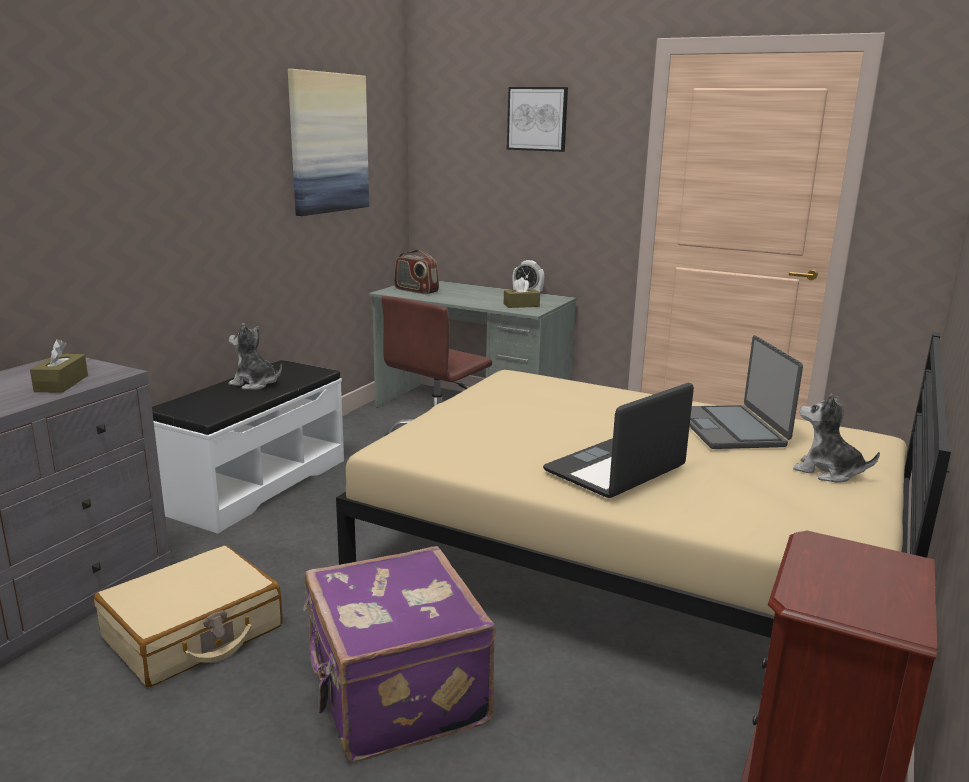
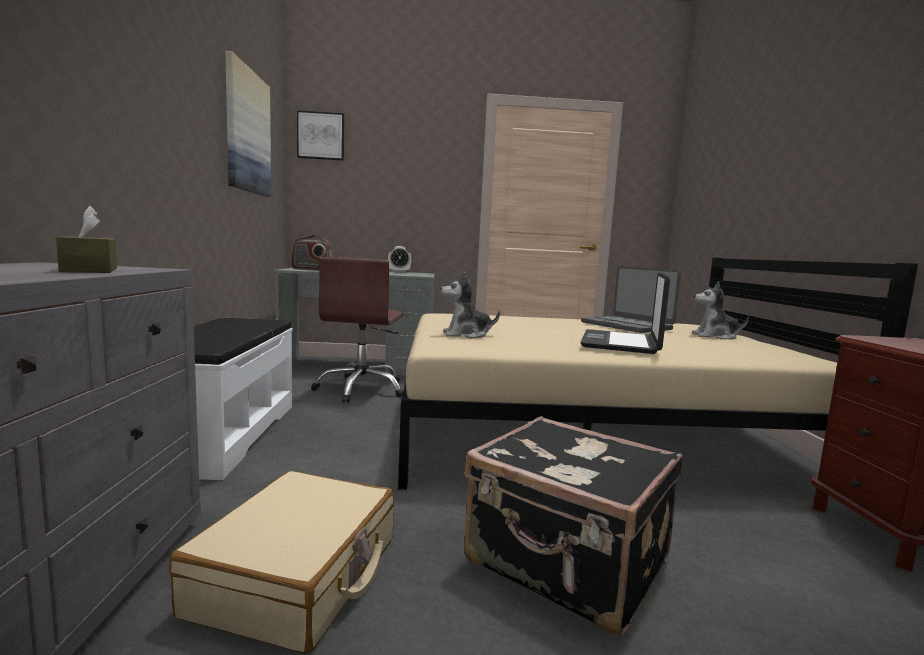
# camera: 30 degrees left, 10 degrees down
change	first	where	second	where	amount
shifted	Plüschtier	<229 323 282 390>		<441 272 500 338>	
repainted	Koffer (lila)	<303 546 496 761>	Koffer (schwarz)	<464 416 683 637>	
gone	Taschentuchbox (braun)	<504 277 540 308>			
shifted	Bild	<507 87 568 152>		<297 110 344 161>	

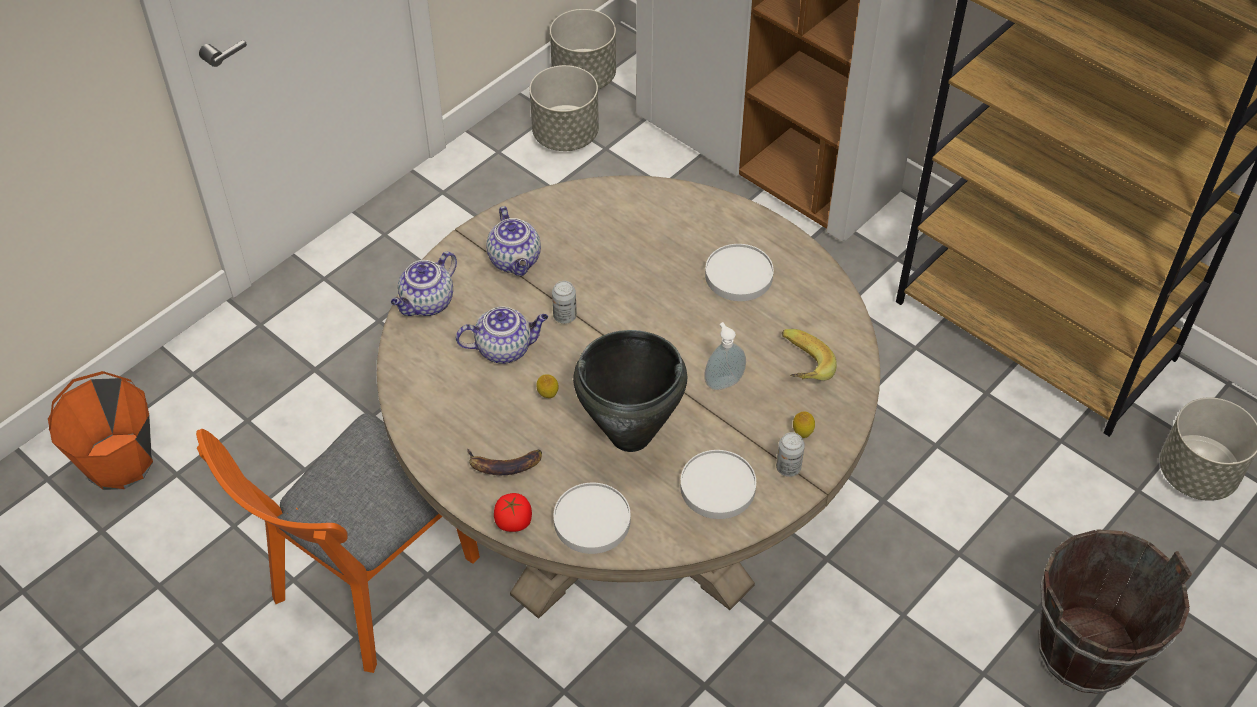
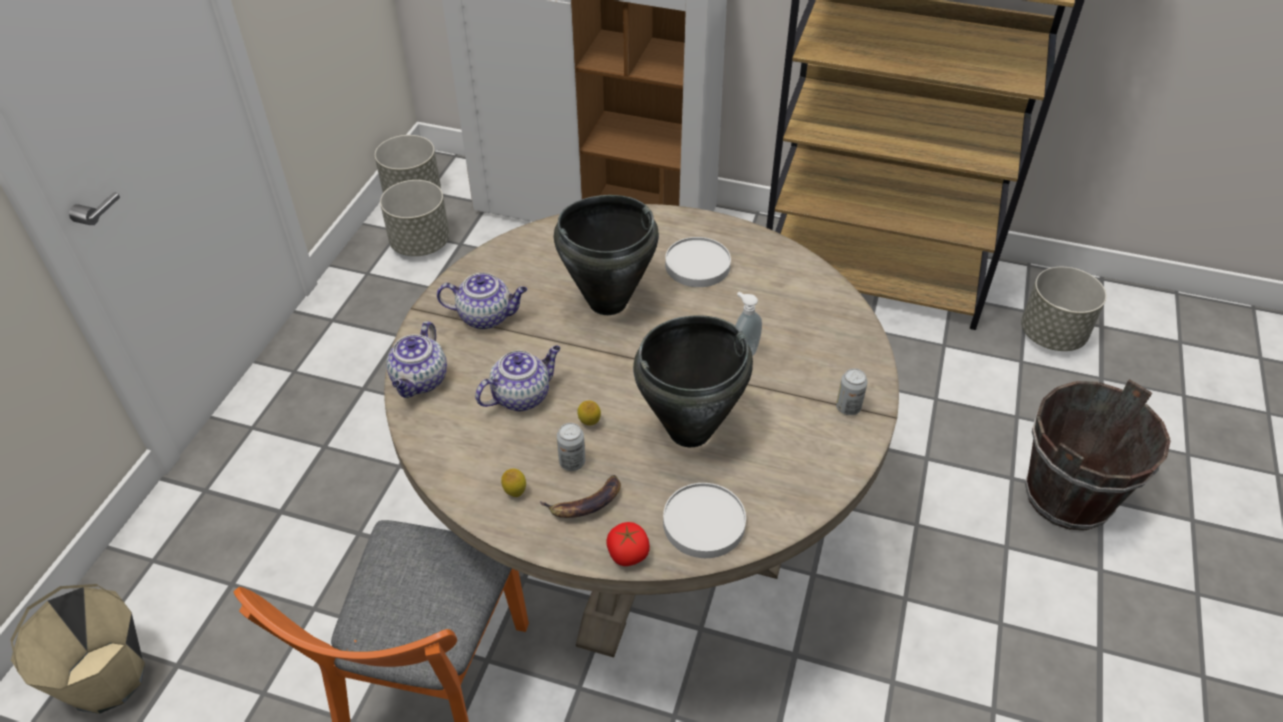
# camera: 25 degrees left, 5 degrees down
change	first	where	second	where	amount
repainted	Eimer (orange)	<48 371 153 490>	Eimer (beige)	<10 584 145 714>	
rotated	Teekanne	<486 206 541 276>		<437 273 527 329>	45 degrees counterclockwise
shifted	Dose	<552 281 577 324>		<557 423 585 471>	
gone	Teller (weiß)	<680 450 756 519>			
gone	Banane	<782 329 837 381>			
shifted	Zitrone	<793 412 815 438>		<501 468 526 497>	
new			Kochtopf (schwarz)	<554 195 659 315>	

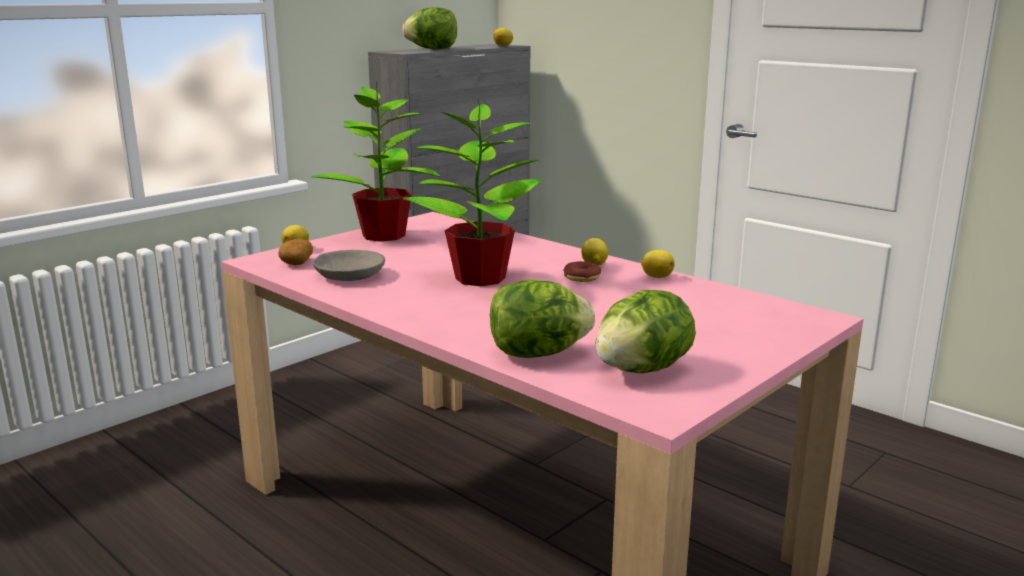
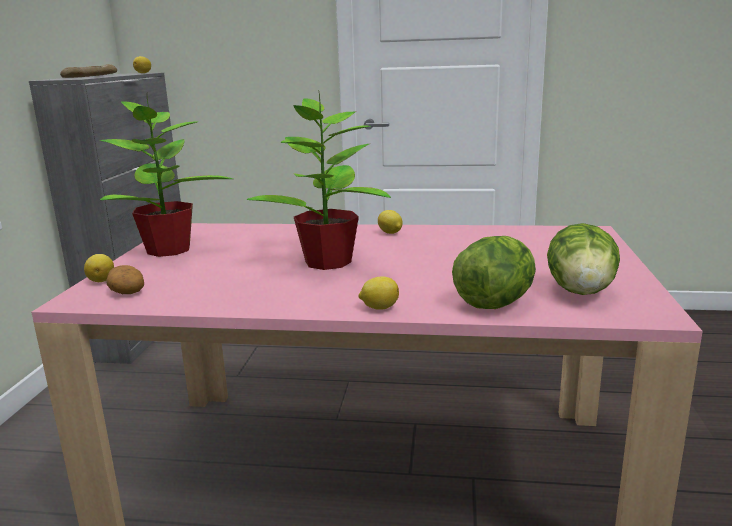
# camera: 35 degrees left, 0 degrees up
change	first	where	second	where	amount
gone	Schüssel (grau)	<313 250 385 281>			
swapped	Salatkopf	<402 7 457 49>	Brot	<60 64 117 78>	
gone	Donut	<563 261 601 282>			
shifted	Zitrone	<641 250 675 278>		<358 276 399 309>	

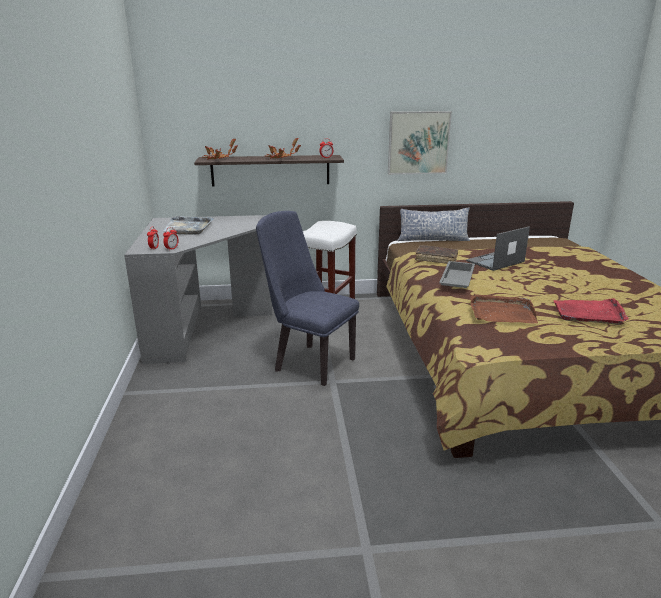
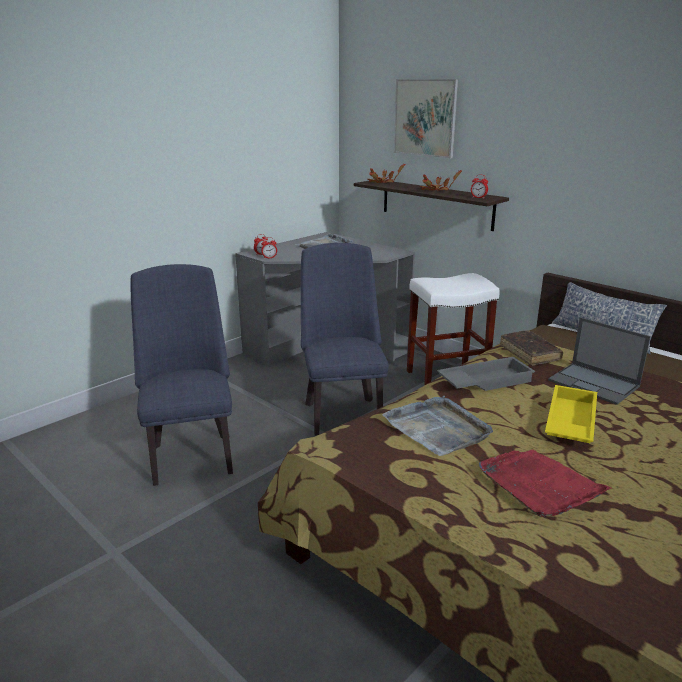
# camera: 50 degrees right, 0 degrees up
change	first	where	second	where	amount
shifted	Bild	<388 111 452 175>		<394 79 458 158>	
rotated	Laptop	<466 227 530 271>		<548 317 651 405>	150 degrees counterclockwise
repainted	Tablett (braun)	<471 294 538 324>	Tablett (grau)	<382 396 493 456>	
new			Stuhl (blau)	<130 264 233 486>	
new			Tablett (gelb)	<545 385 597 443>	

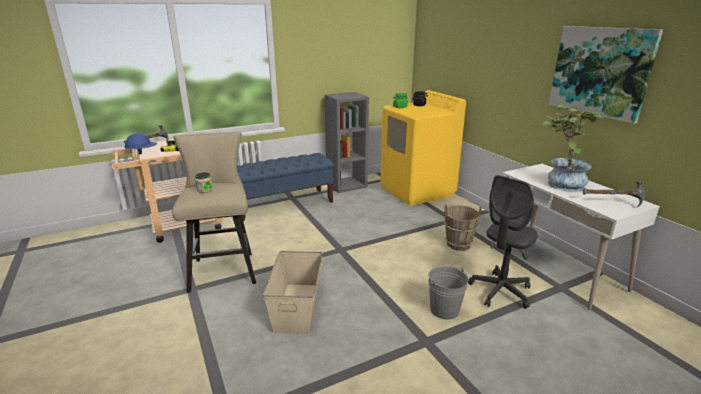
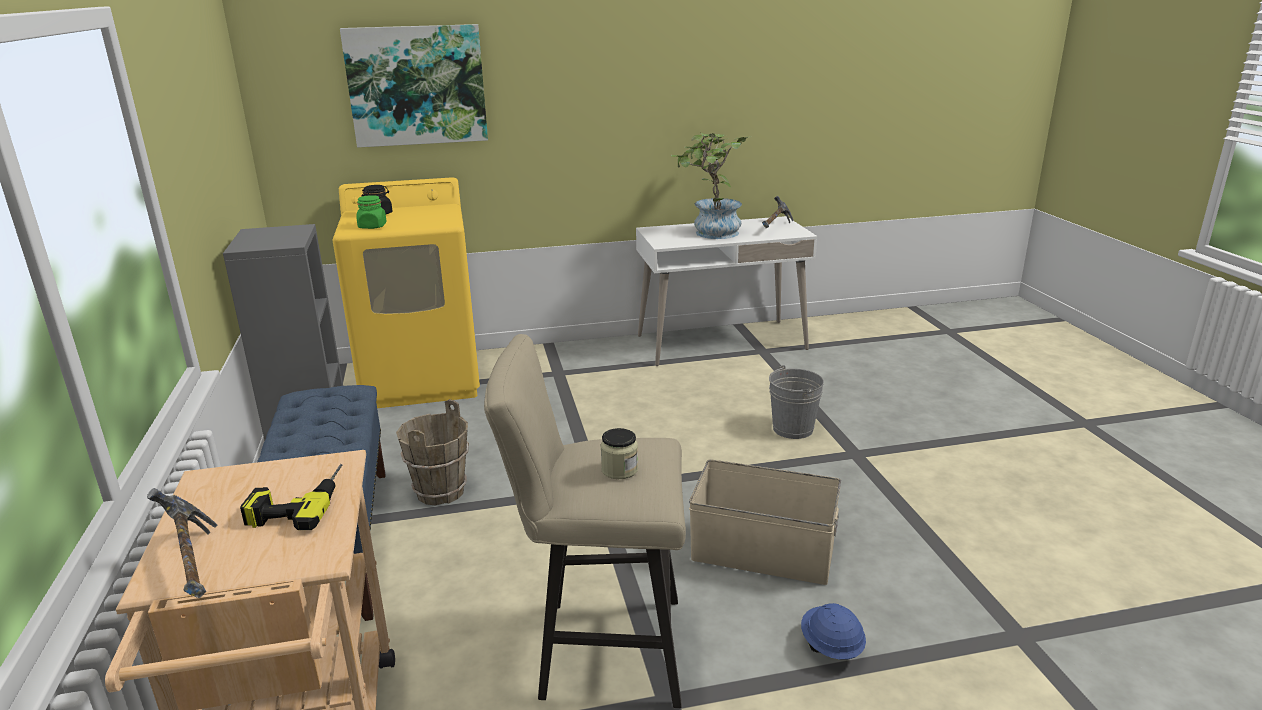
# camera: 75 degrees left, 0 degrees up
change	first	where	second	where	amount
shifted	Schutzhelm (blau)	<124 133 157 154>		<801 603 866 660>	
shifted	Eimer (braun)	<444 205 482 251>		<396 399 469 506>	
gone	Bürostuhl (grau)	<468 175 538 309>			
shifted	Bild	<549 26 663 124>		<340 24 488 148>	

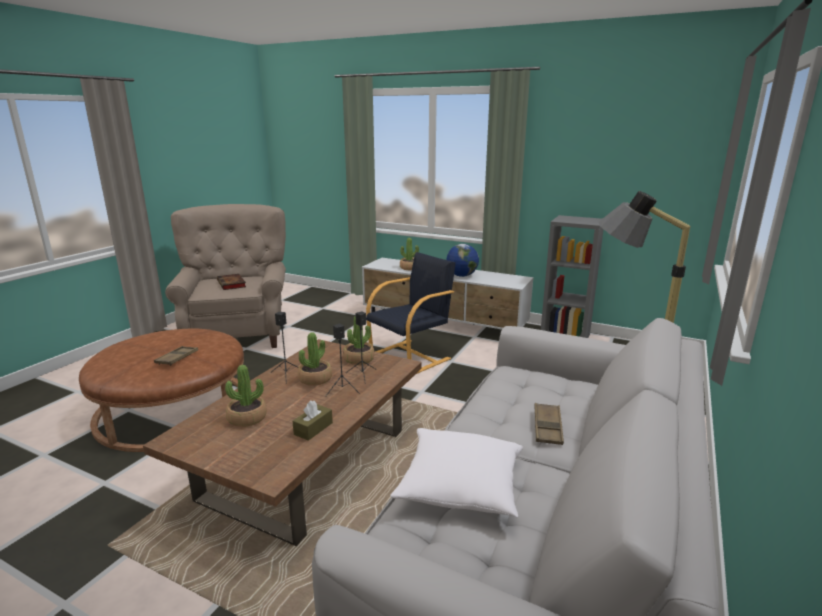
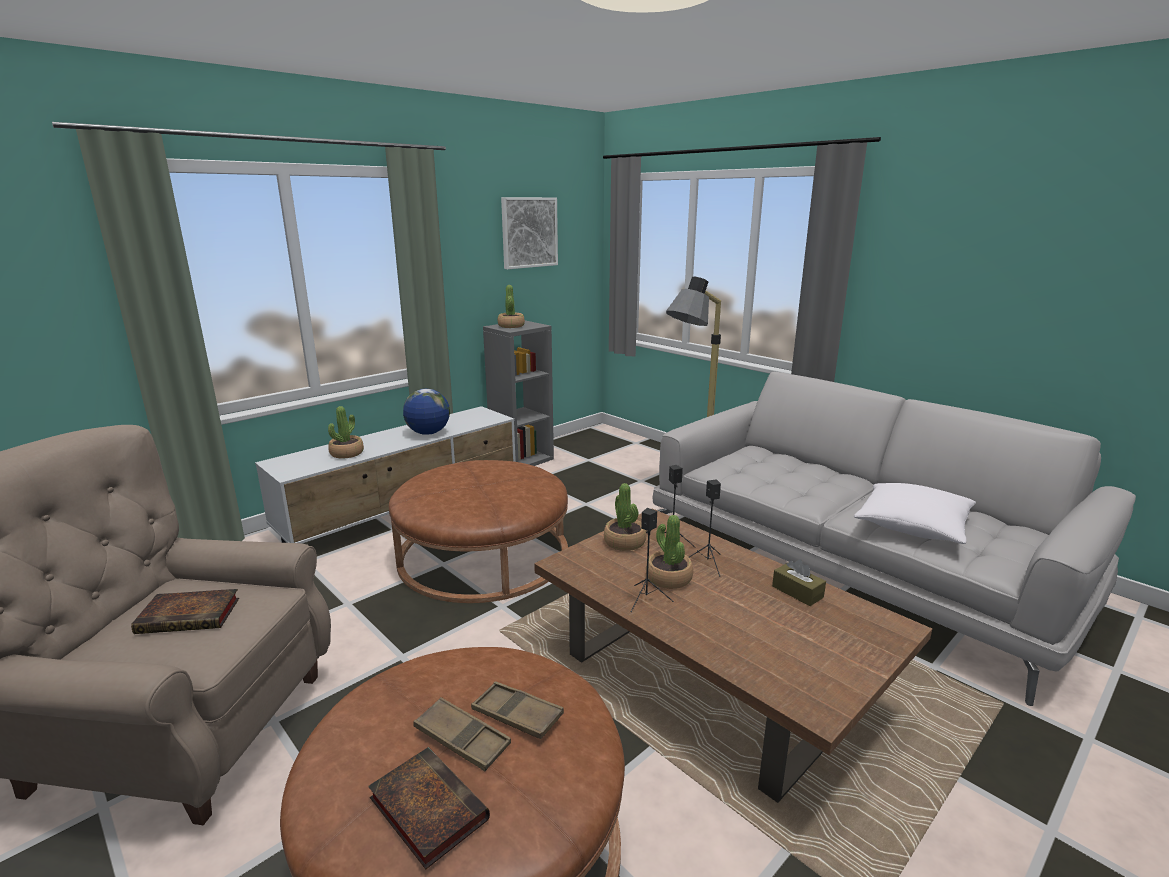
# camera: 70 degrees left, 0 degrees up
change	first	where	second	where	amount
shifted	Topfpflanze	<225 365 267 427>		<498 285 525 328>	
swapped	Sessel (schwarz)	<366 252 456 374>	Polsterhocker (braun)	<389 460 568 603>	
shifted	Tablett (braun)	<535 403 564 445>		<413 697 511 771>	
new			Buch	<368 747 490 869>	
new			Bild	<501 197 558 269>	

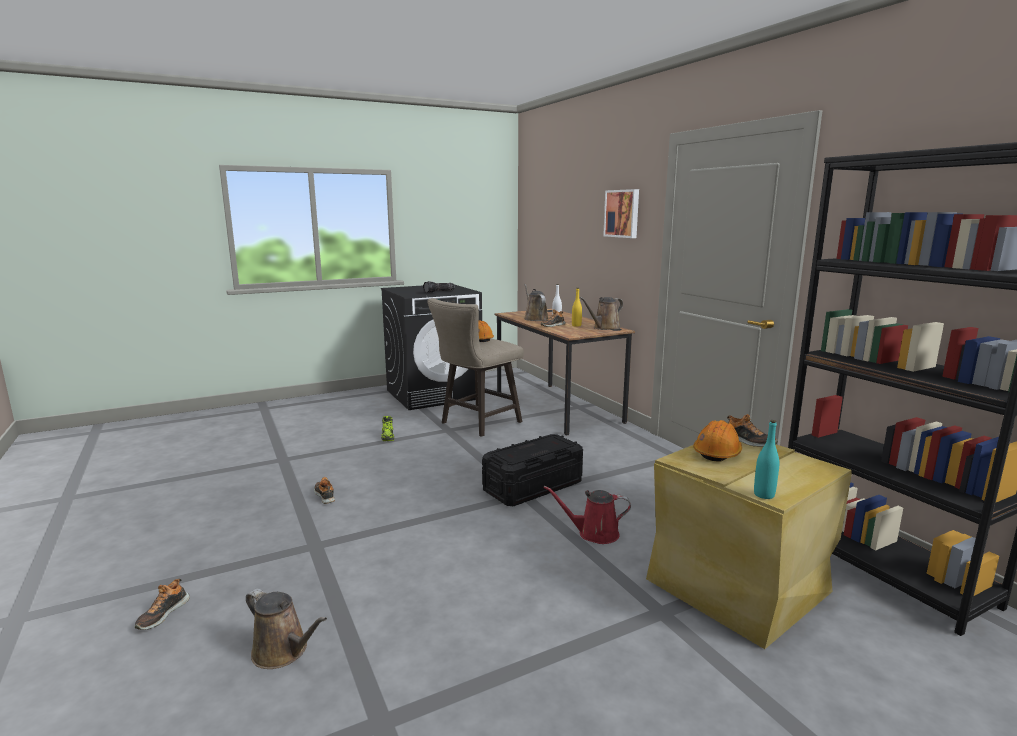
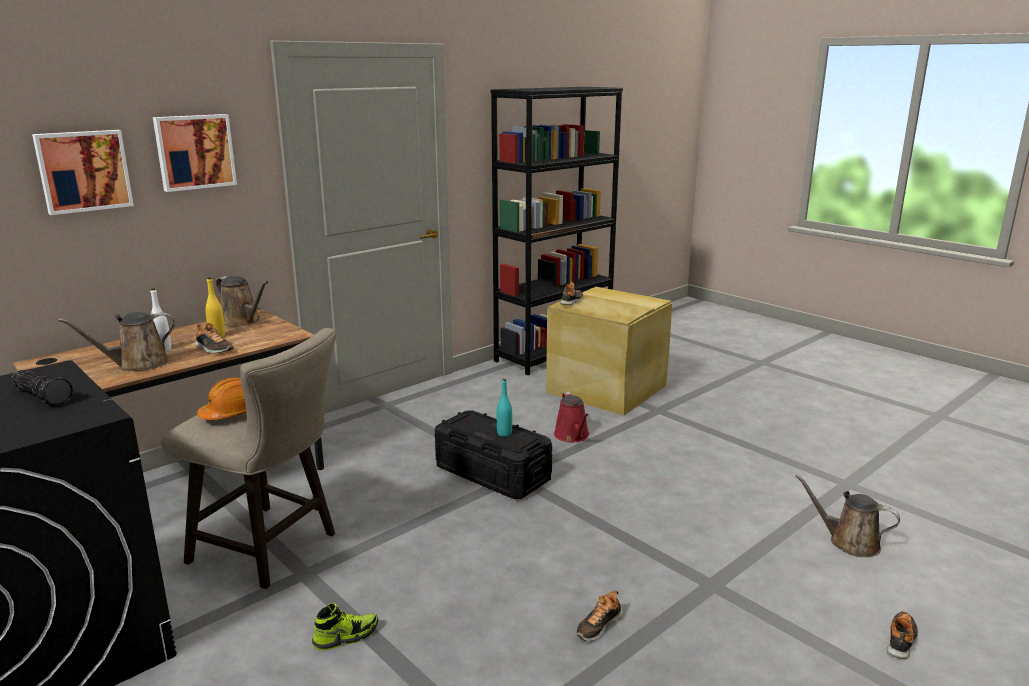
# camera: 105 degrees left, 5 degrees up
change	first	where	second	where	amount
rotated	Schuh	<135 579 190 630>		<887 611 918 659>	60 degrees counterclockwise
rotated	Gießkanne (braun)	<246 589 327 669>		<795 474 900 557>	75 degrees counterclockwise
gone	Schutzhelm (orange)	<693 420 742 462>			
shifted	Flasche (türkis)	<754 420 779 499>		<497 379 512 437>	
new			Bild	<32 130 134 215>	

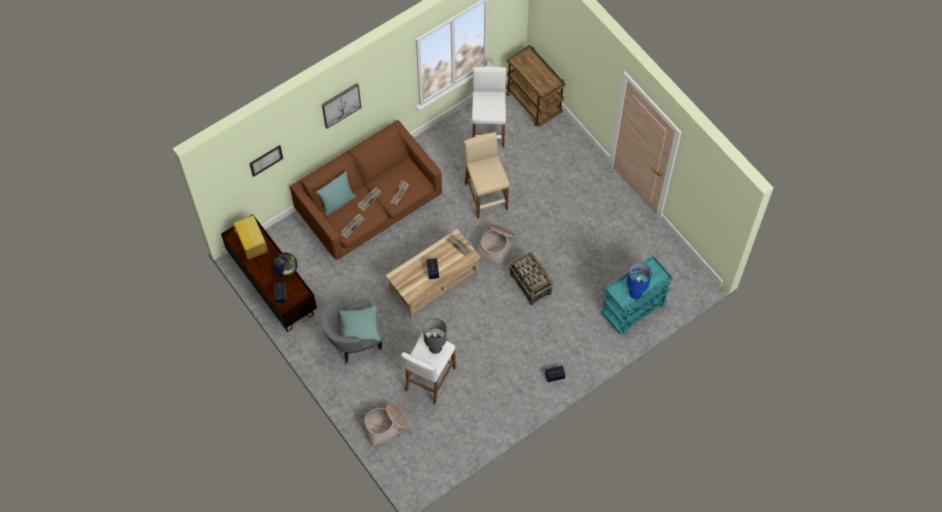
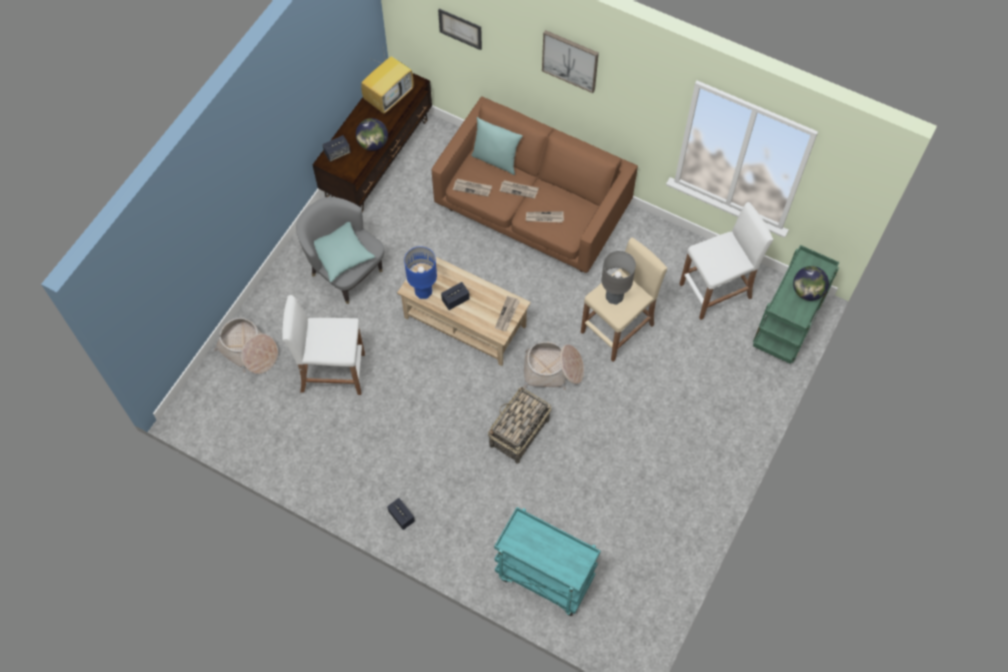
# camera: 65 degrees right, 0 degrees up
change	first	where	second	where	amount
shifted	Tischlampe (grau)	<423 318 447 354>		<601 251 636 305>	
repainted	Rollwagen (braun)	<506 45 565 127>	Rollwagen (grün)	<753 245 839 364>	
shifted	Tischlampe (blau)	<627 263 652 299>		<404 246 437 299>	
new			Globus	<793 266 829 301>	

